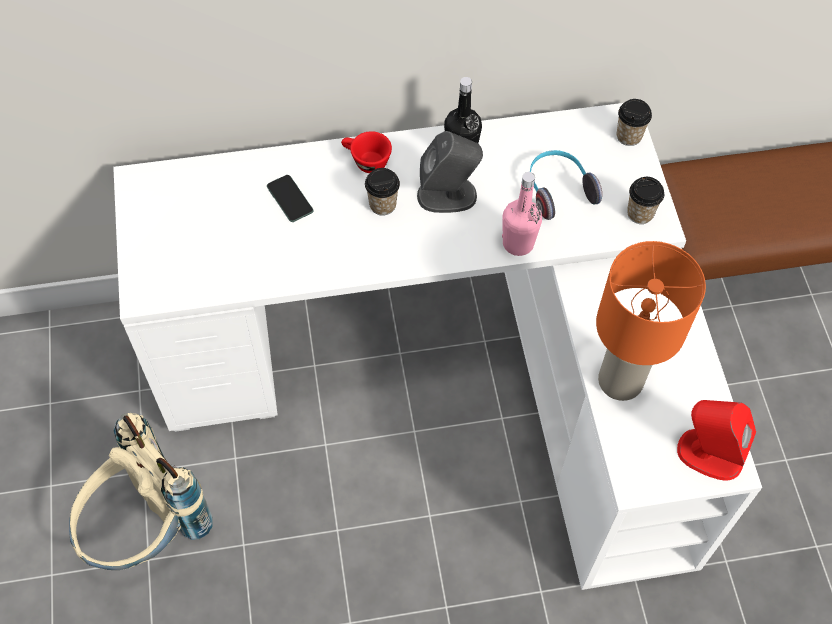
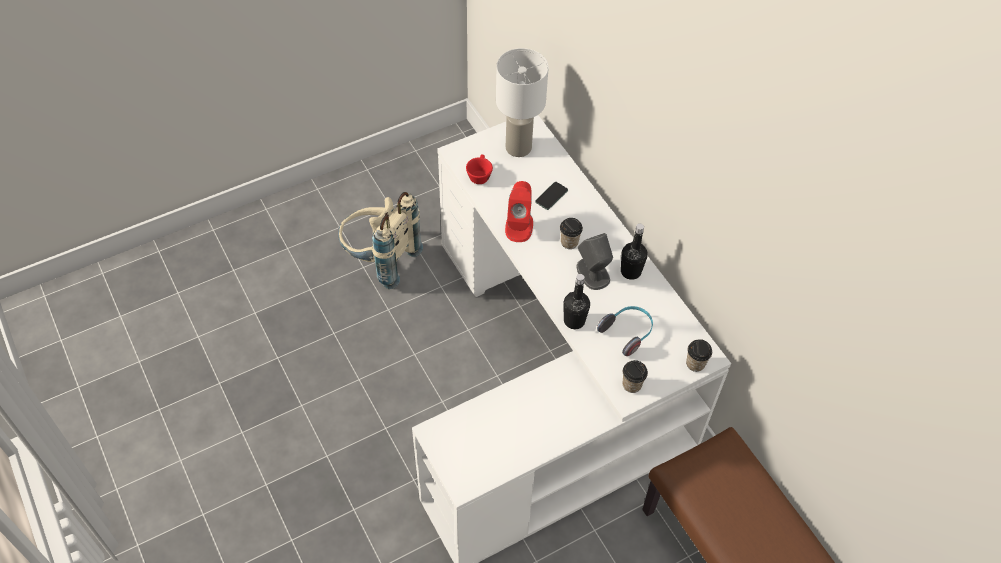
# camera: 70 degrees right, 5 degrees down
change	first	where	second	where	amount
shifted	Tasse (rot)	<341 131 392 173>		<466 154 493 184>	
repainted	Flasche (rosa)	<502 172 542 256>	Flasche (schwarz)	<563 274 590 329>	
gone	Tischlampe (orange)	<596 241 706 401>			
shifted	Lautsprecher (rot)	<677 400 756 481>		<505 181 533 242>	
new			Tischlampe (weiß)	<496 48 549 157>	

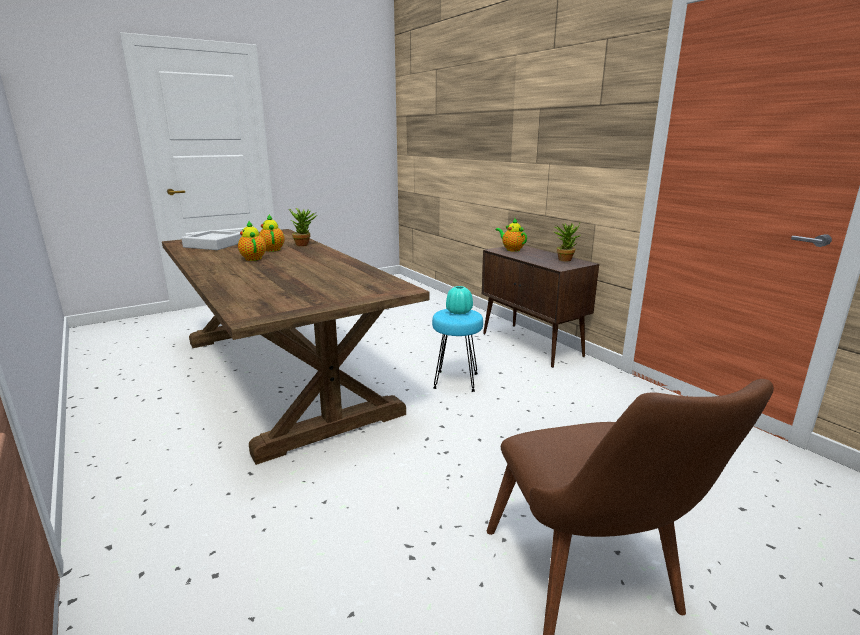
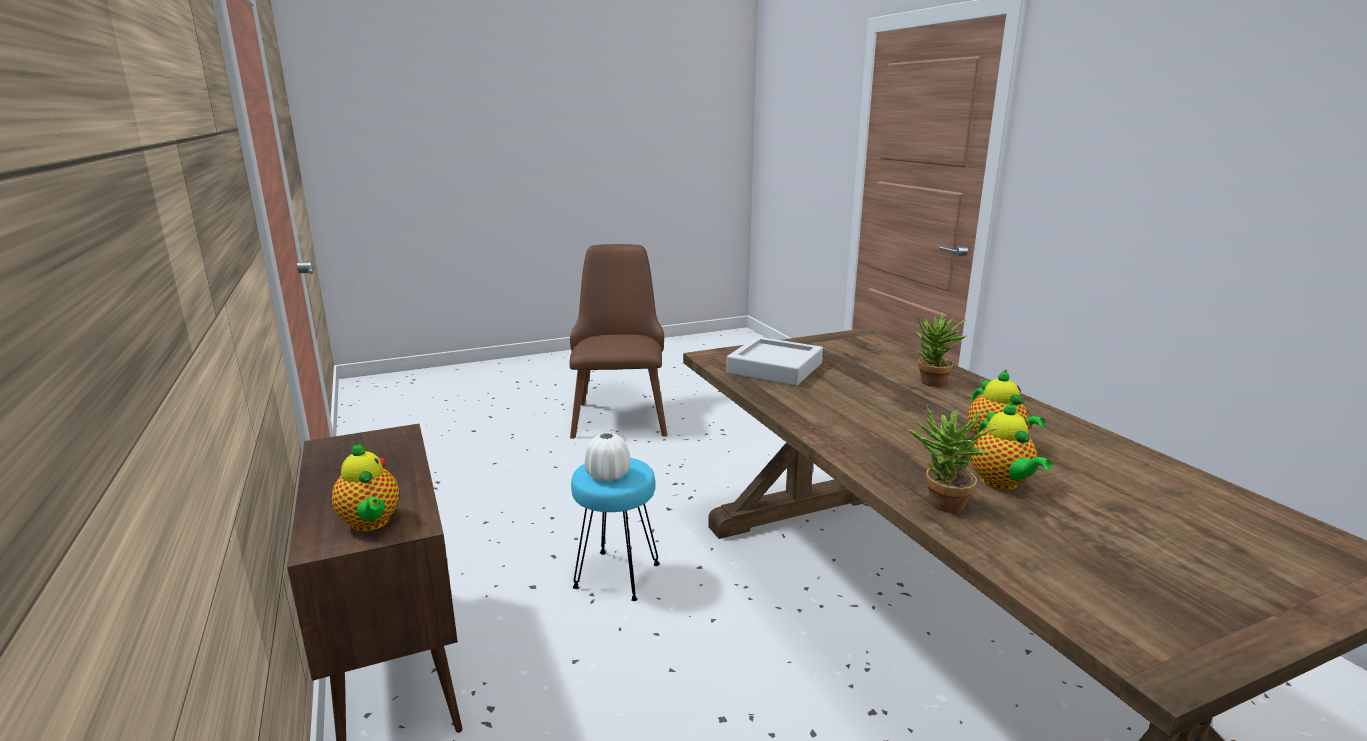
# camera: 170 degrees left, 0 degrees up
change	first	where	second	where	amount
shifted	Tablett (grau)	<181 230 242 250>		<726 337 823 386>	
repainted	Vase (türkis)	<446 286 473 314>	Vase (weiß)	<585 432 631 482>	
shifted	Topfpflanze	<553 223 581 262>		<915 312 967 387>	

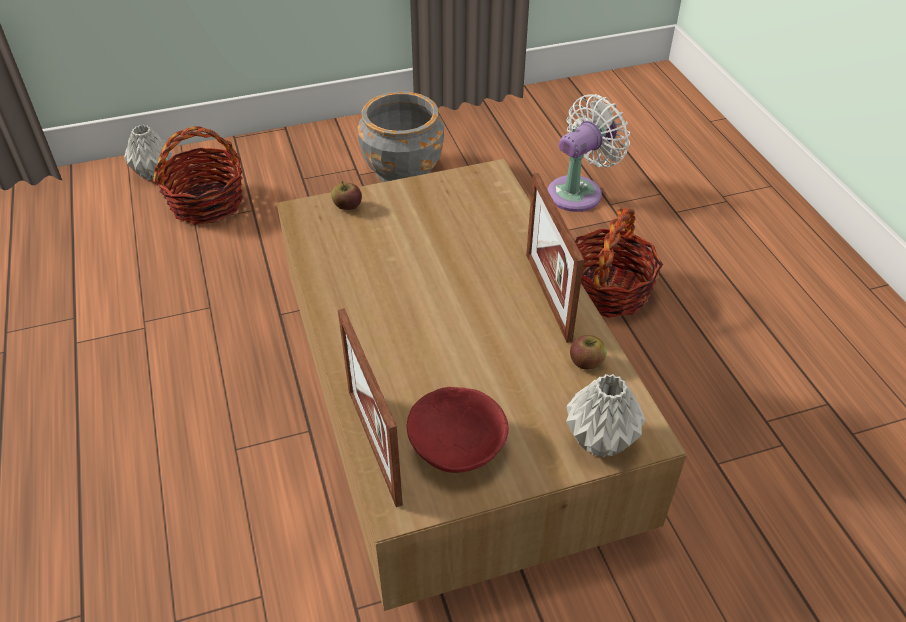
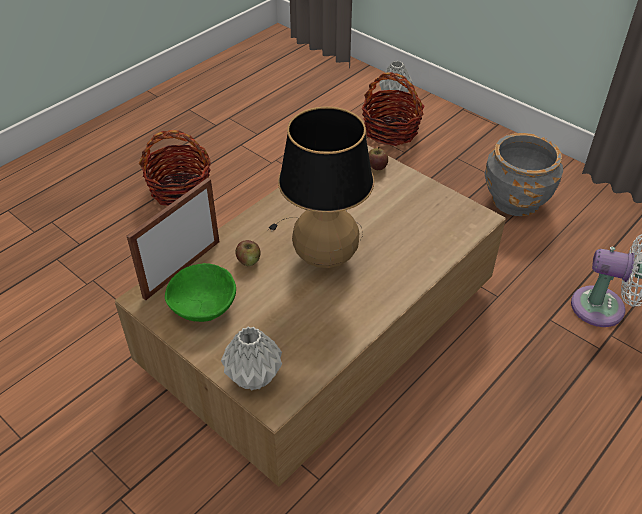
# camera: 60 degrees right, 0 degrees up
change	first	where	second	where	amount
repainted	Schüssel (rot)	<407 387 509 473>	Schüssel (grün)	<165 263 236 322>	
gone	Bilderrahmen	<526 173 584 343>			
shifted	Apfel	<570 335 607 370>		<236 240 260 266>	
shifted	Korb	<575 209 663 318>		<139 130 211 206>	
new			Tischlampe	<268 107 374 268>	

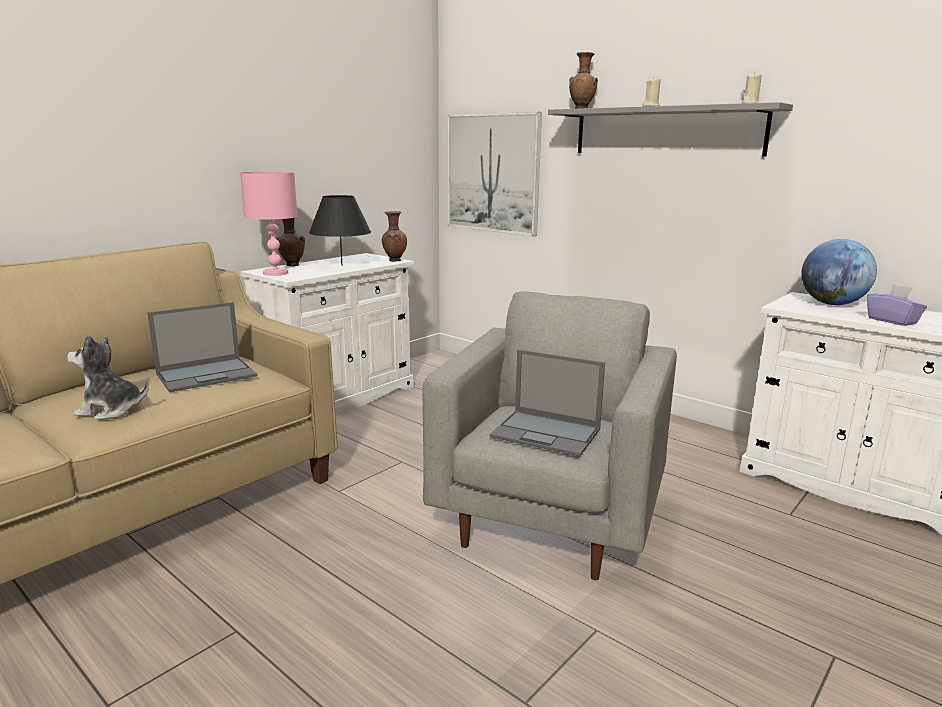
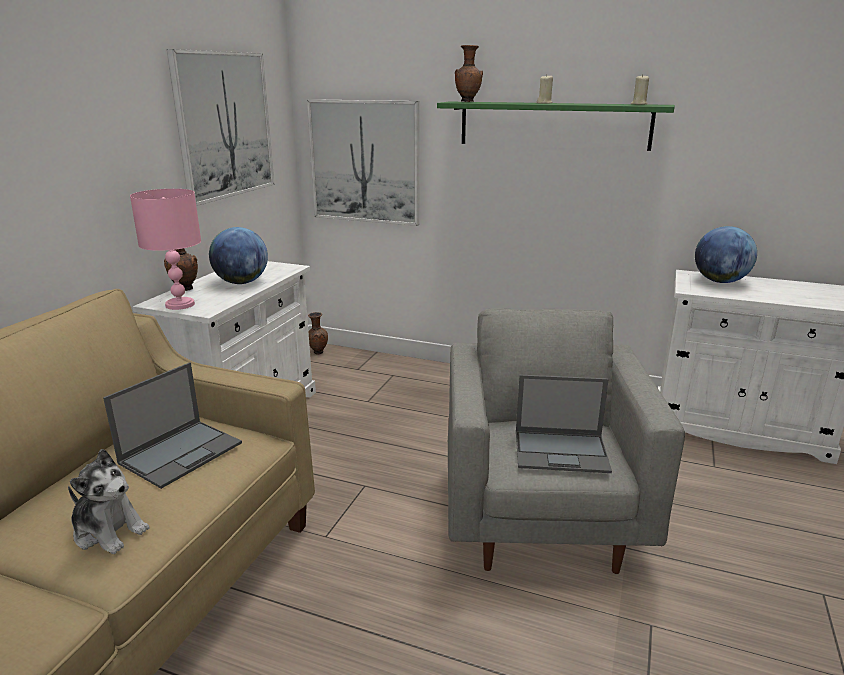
# camera: 20 degrees left, 5 degrees up
change	first	where	second	where	amount
rotated	Plüschtier	<67 335 149 420>		<68 449 150 554>	135 degrees counterclockwise
swapped	Tischlampe (schwarz)	<309 195 371 266>	Globus	<209 227 268 284>	
shifted	Vase (braun)	<382 211 407 262>		<308 312 328 354>	
repainted	Wandregal (grau)	<548 102 793 157>	Wandregal (grün)	<437 102 675 151>	
gone	Taschentuchbox (lila)	<867 284 927 326>			
new			Bild	<167 49 275 206>	

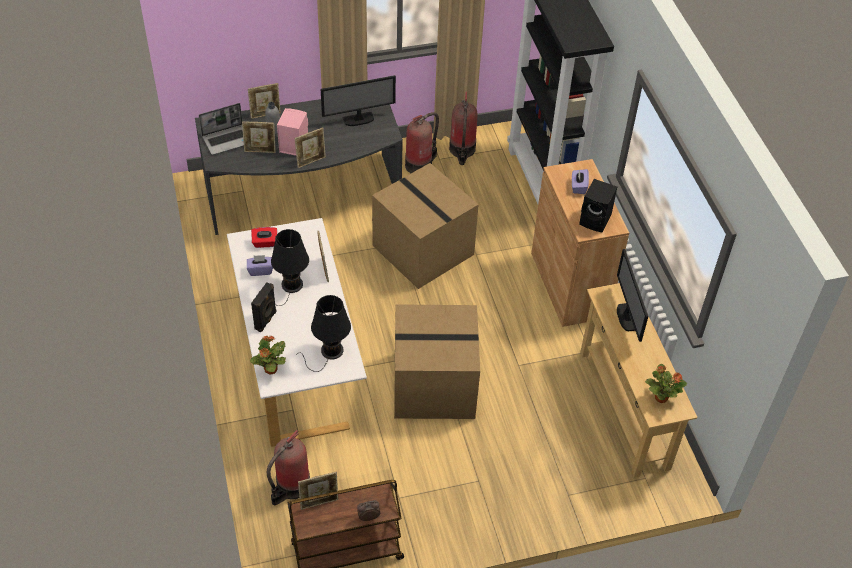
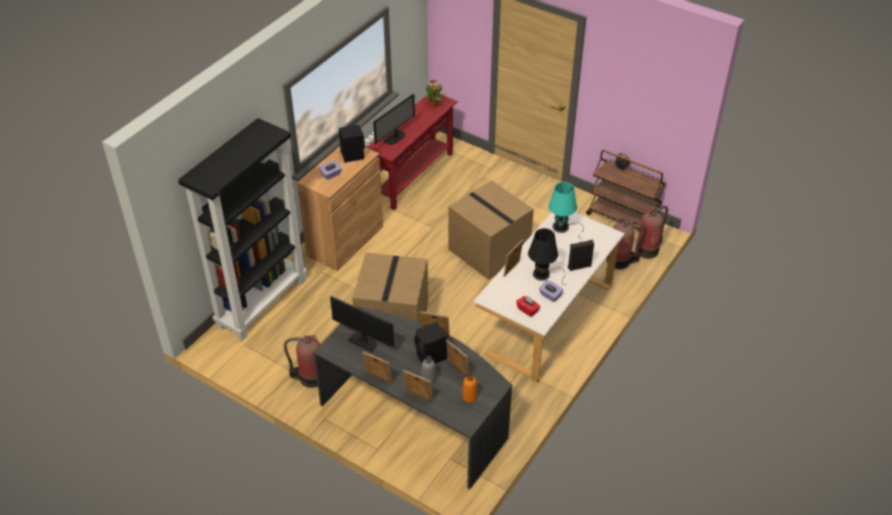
# camera: 130 degrees left, 5 degrees down
change	first	where	second	where	amount
swapped	Laptop	<199 103 244 155>	Flasche (orange)	<462 373 477 403>	
gone	Topfpflanze	<250 335 286 375>			
repainted	Lautsprecher (rosa)	<277 108 308 156>	Lautsprecher (schwarz)	<414 322 447 364>	
repainted	Tischlampe (schwarz)	<296 295 351 372>	Tischlampe (türkis)	<548 182 584 239>	
shifted	Bilderrahmen	<298 472 338 510>		<362 351 392 384>	
shifted	Feuerlöscher	<449 91 477 165>		<636 206 668 259>	
repainted	Konsolentisch (beige)	<580 283 698 478>	Konsolentisch (rot)	<367 94 458 210>	

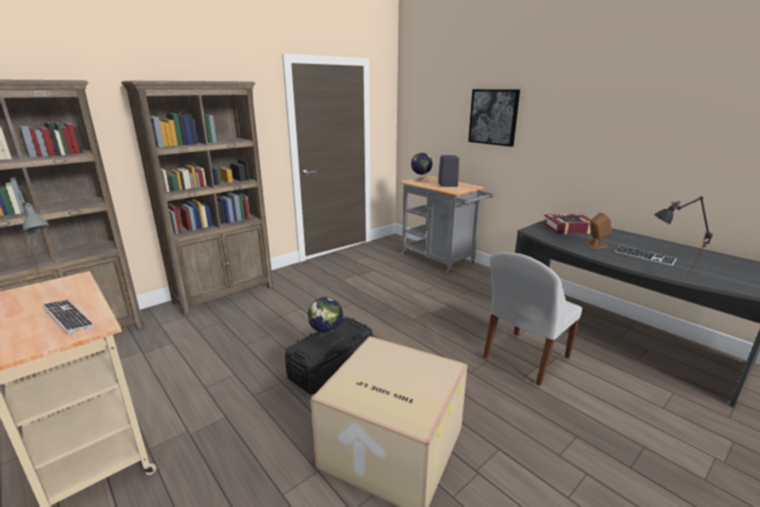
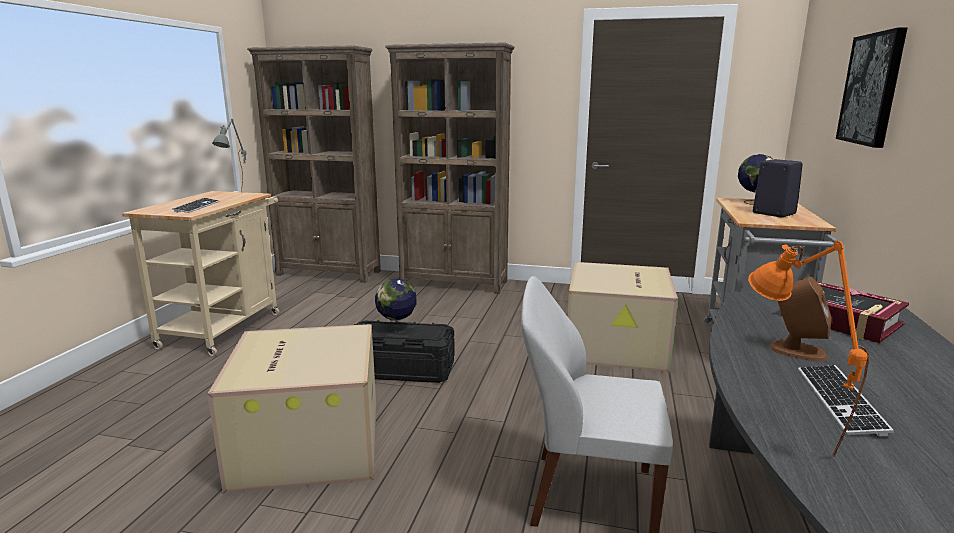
# camera: 55 degrees right, 5 degrees down
change	first	where	second	where	amount
repainted	Tischlampe (schwarz)	<654 197 713 274>	Tischlampe (orange)	<748 240 869 456>	
new			Karton	<568 262 678 373>	

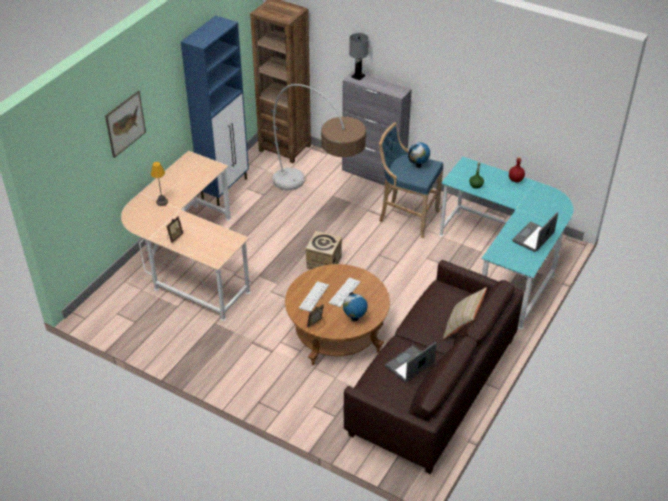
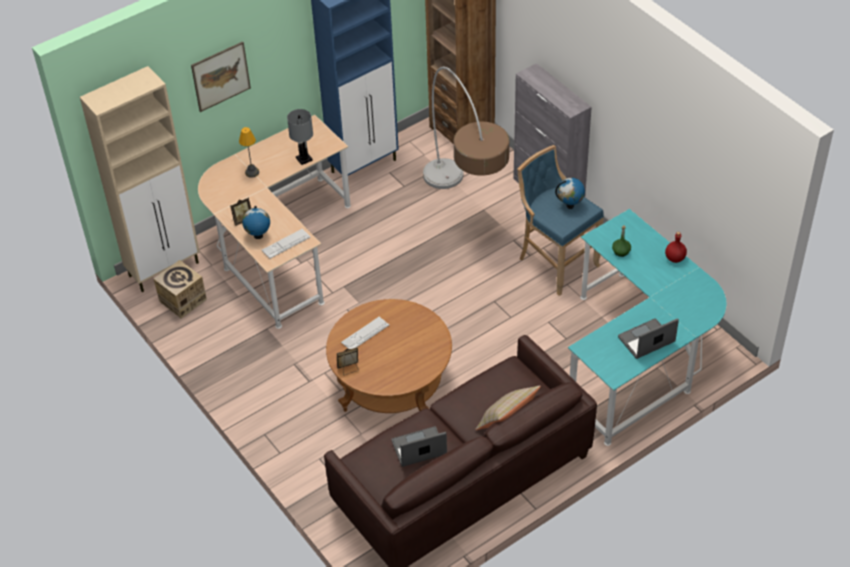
# camera: 25 degrees right, 5 degrees up
change	first	where	second	where	amount
shifted	Karton	<306 231 342 270>		<153 260 207 319>	
shifted	Tastatur	<329 277 361 307>		<262 229 310 259>	
shifted	Globus	<343 293 368 321>		<242 206 270 239>	
shifted	Tischlampe (grau)	<349 33 369 81>		<287 109 313 165>	
new			Schrank (beige)	<80 66 200 292>	

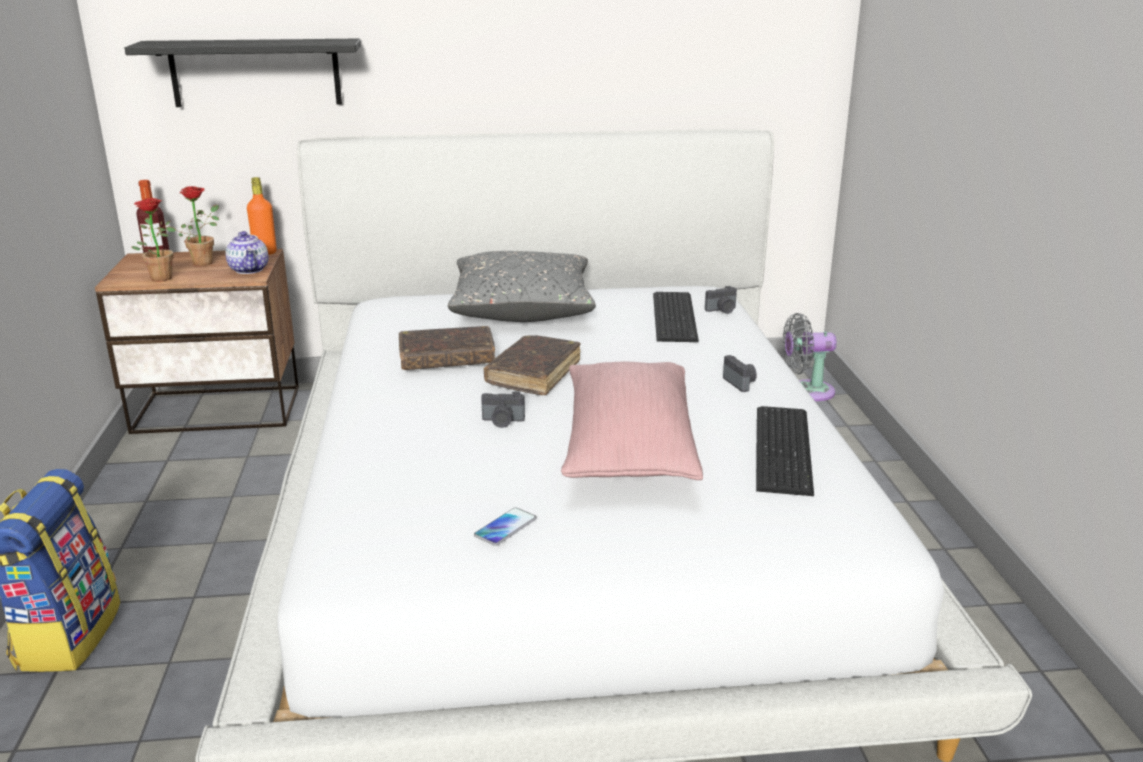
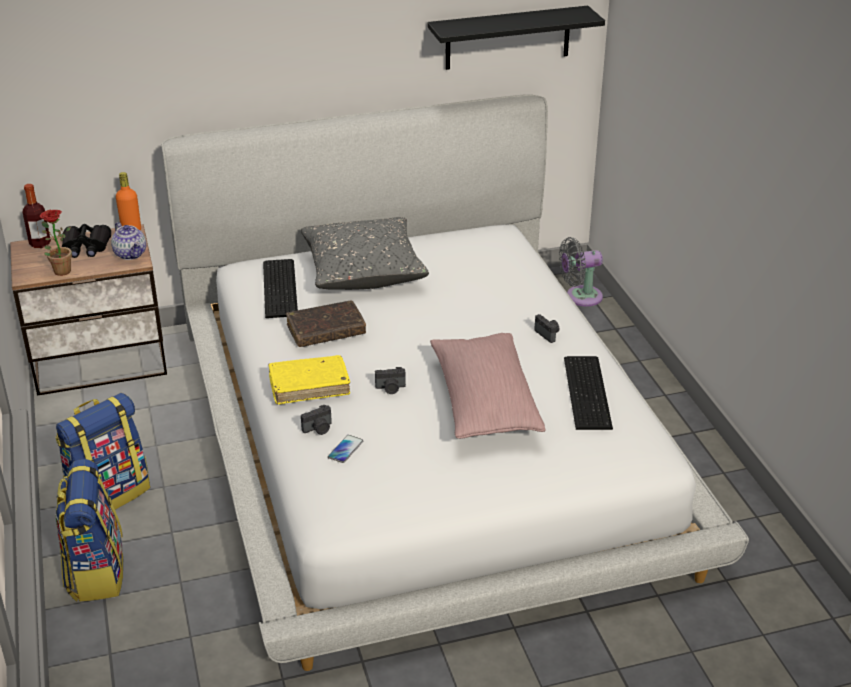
# camera: 10 degrees left, 10 degrees up
change	first	where	second	where	amount
shifted	Wandregal (schwarz)	<125 38 361 107>		<427 6 605 70>	
swapped	Topfpflanze	<166 186 219 266>	Fernglas (schwarz)	<62 224 111 258>	
shifted	Handy	<474 508 537 546>		<328 435 363 463>	
gone	Buch (braun)	<484 335 581 395>			
shifted	Tastatur	<653 292 699 342>		<263 259 298 318>	
shifted	Kamera	<705 286 737 314>		<301 405 332 435>	
new			Rucksack	<55 393 150 510>	
new			Buch (gelb)	<268 355 350 405>	

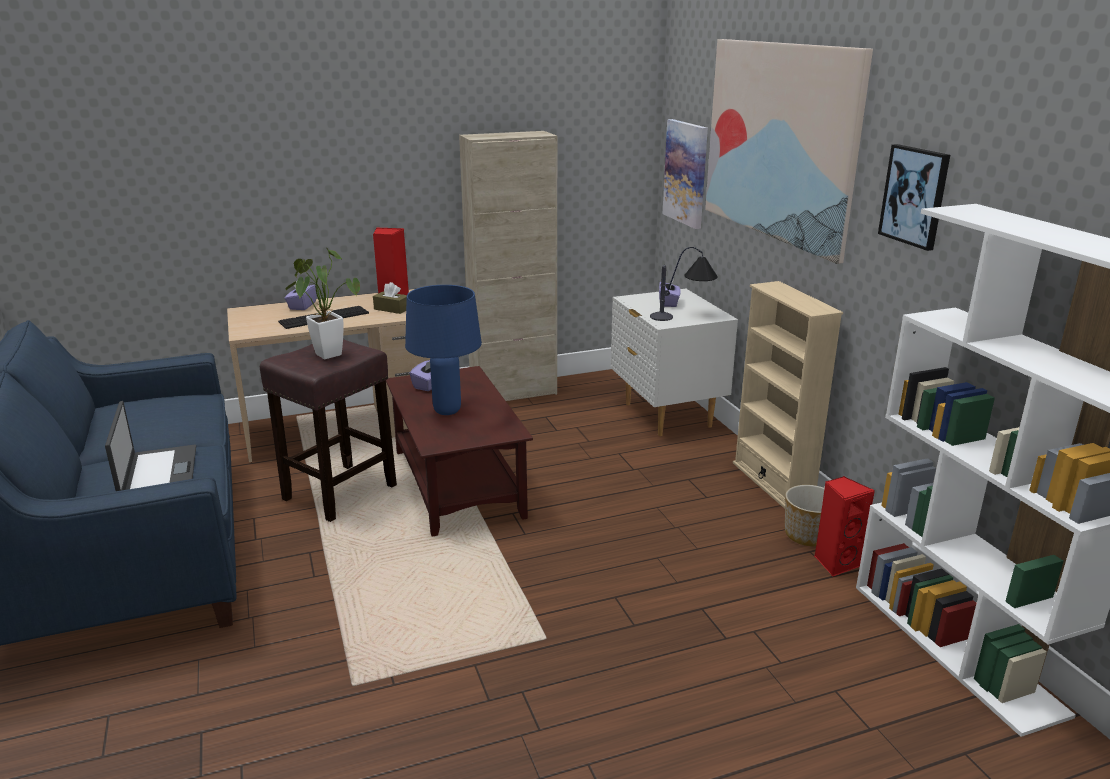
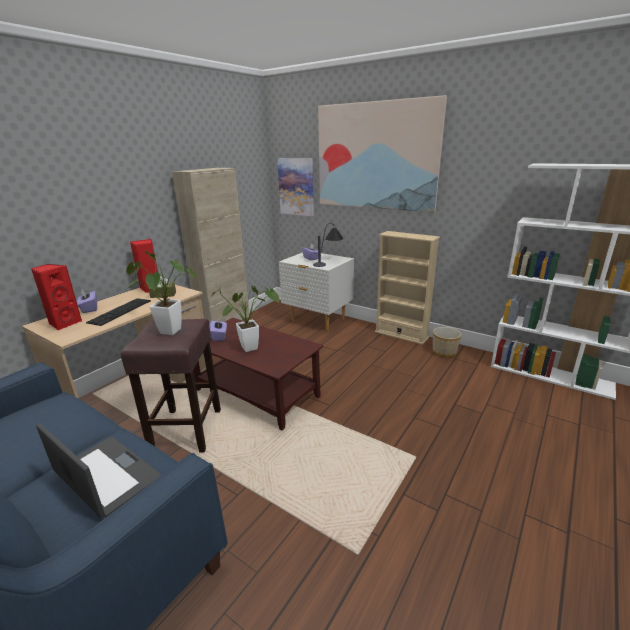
# camera: 35 degrees left, 0 degrees up
change	first	where	second	where	amount
swapped	Tischlampe (blau)	<405 285 482 415>	Topfpflanze	<211 286 280 352>	
shifted	Lautsprecher (rot)	<815 476 875 576>		<31 264 82 331>	
gone	Bild	<878 144 950 251>			

